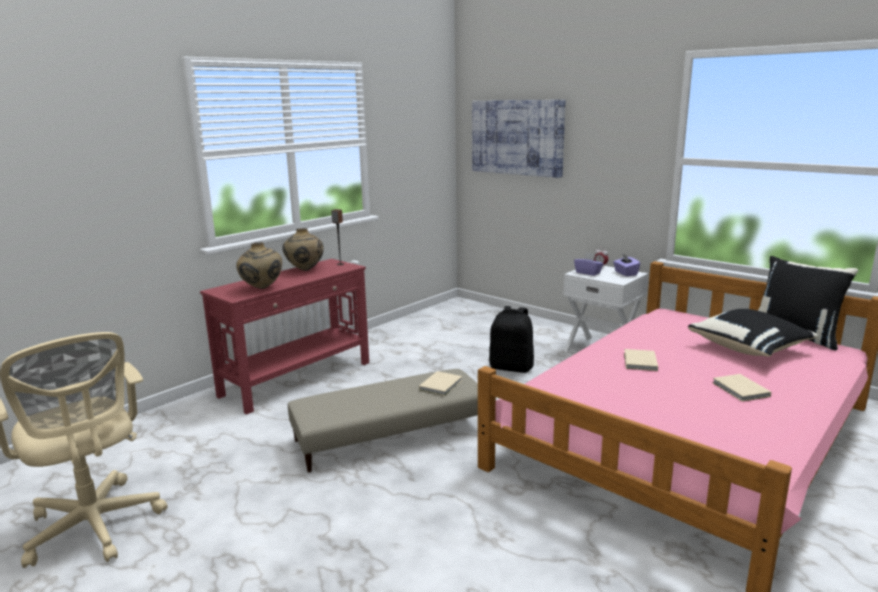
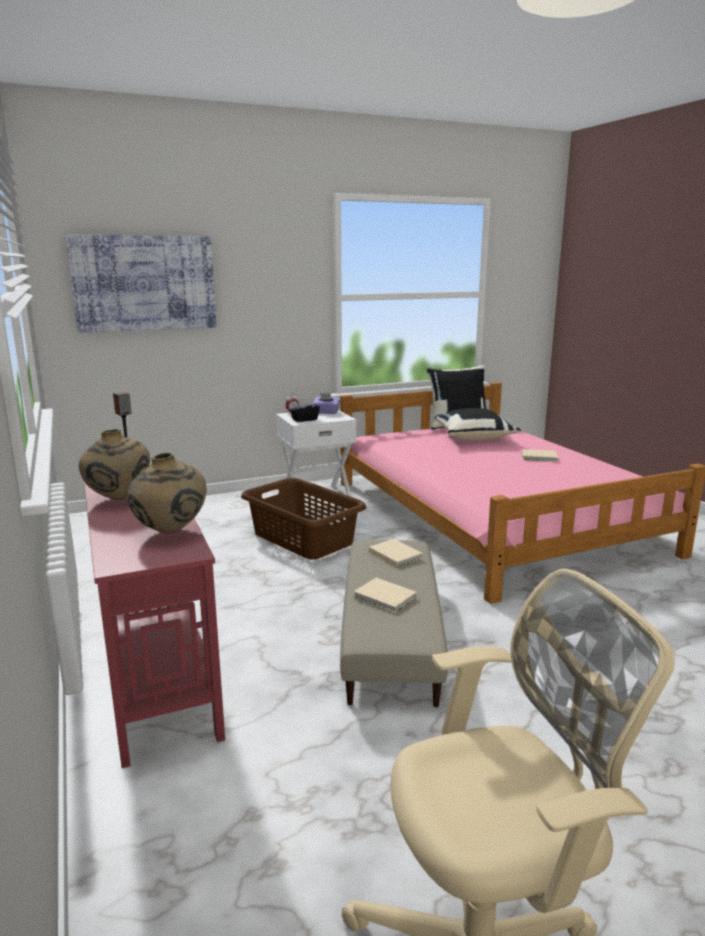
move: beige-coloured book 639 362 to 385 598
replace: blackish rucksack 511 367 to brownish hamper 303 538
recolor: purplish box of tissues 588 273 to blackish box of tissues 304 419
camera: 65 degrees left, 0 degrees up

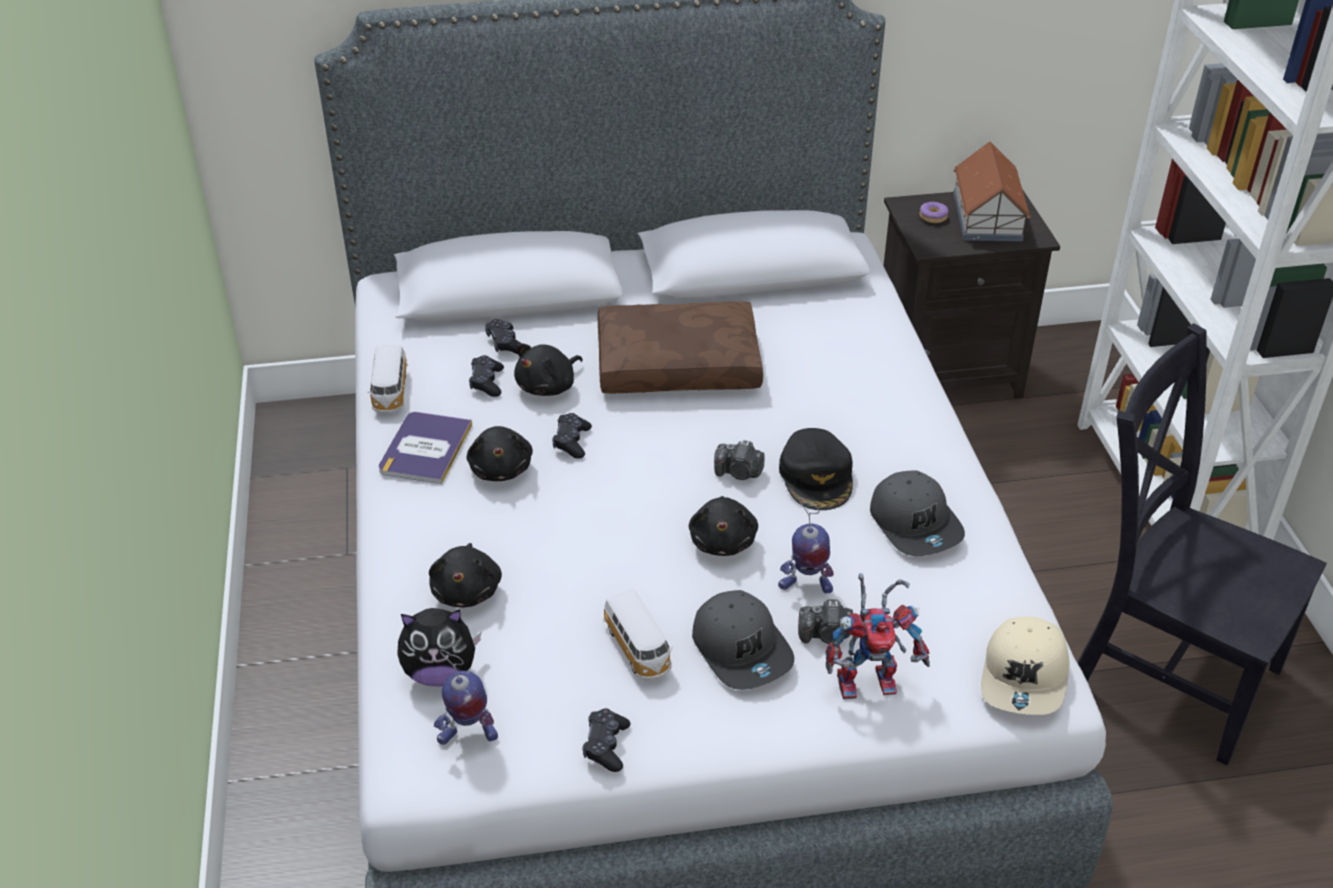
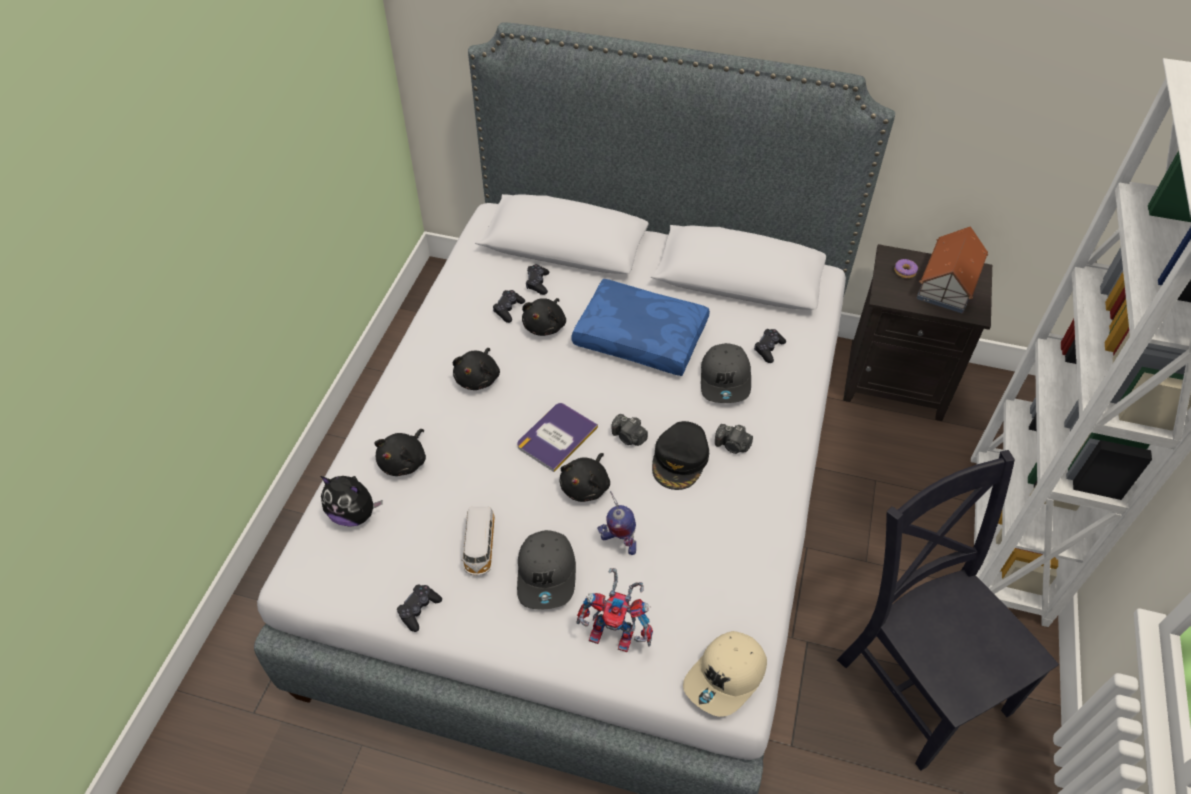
delete: model car 390 392; toy robot 467 736
move: book 425 448 to 556 437; blackish gamepad 572 442 to 768 349; photo camera 826 635 to 732 446; grey cap 916 524 to 726 380
recolor: brownish pillow 679 363 to blue-coloured pillow 642 336
rotate: blackish soft toy 548 386 = 545 326 45 degrees counterclockwise
camera: 25 degrees right, 10 degrees up

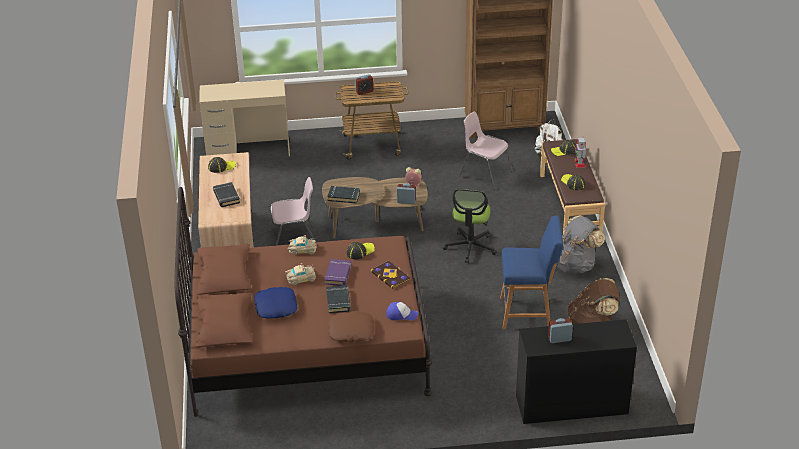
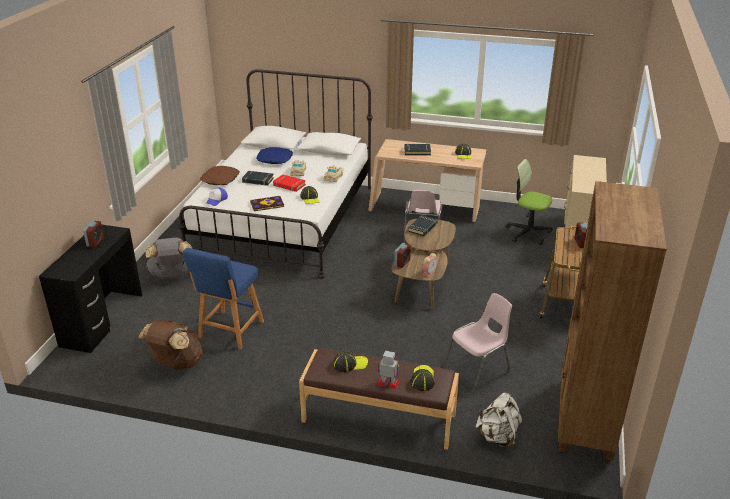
move: computer chair 470 247 to 528 233; grey rucksack 574 265 to 173 276
recolor: brownish bed 307 346 to white-coloured bed 285 220; purplish book 338 275 to red book 289 185
camera: 110 degrees right, 5 degrees down

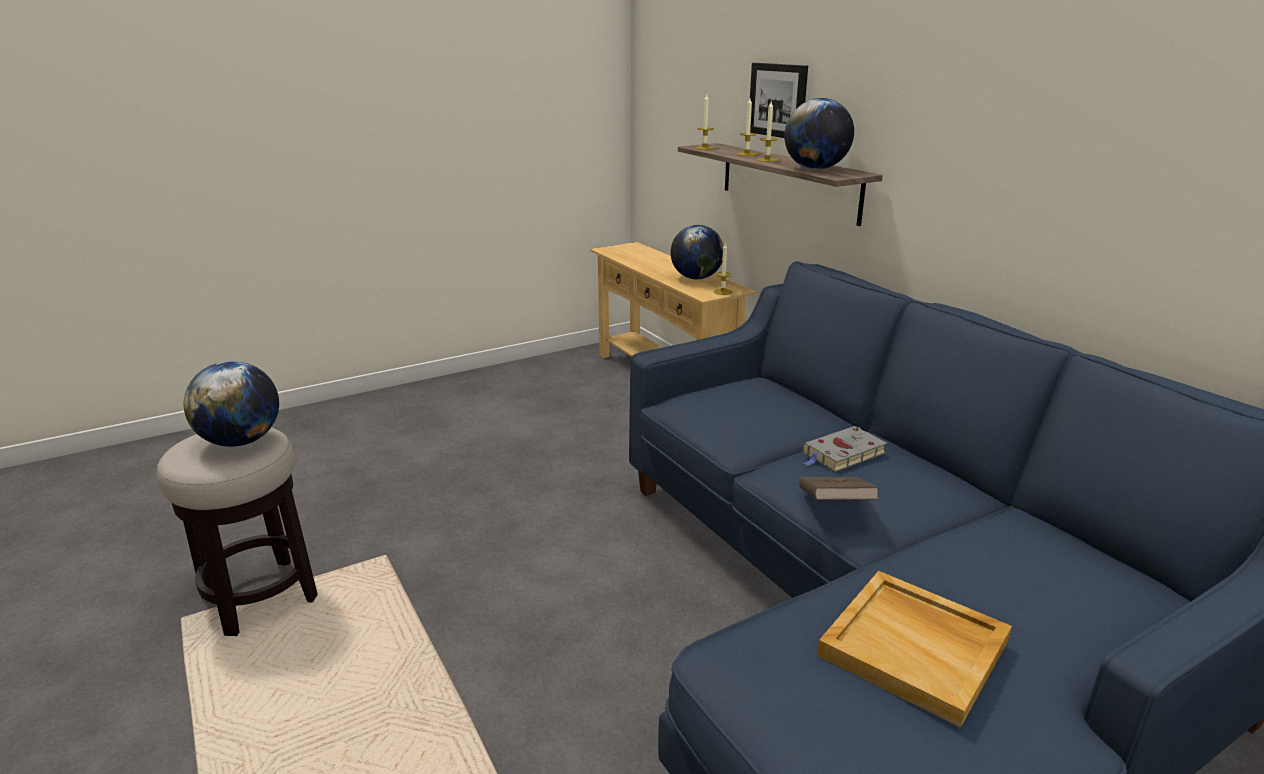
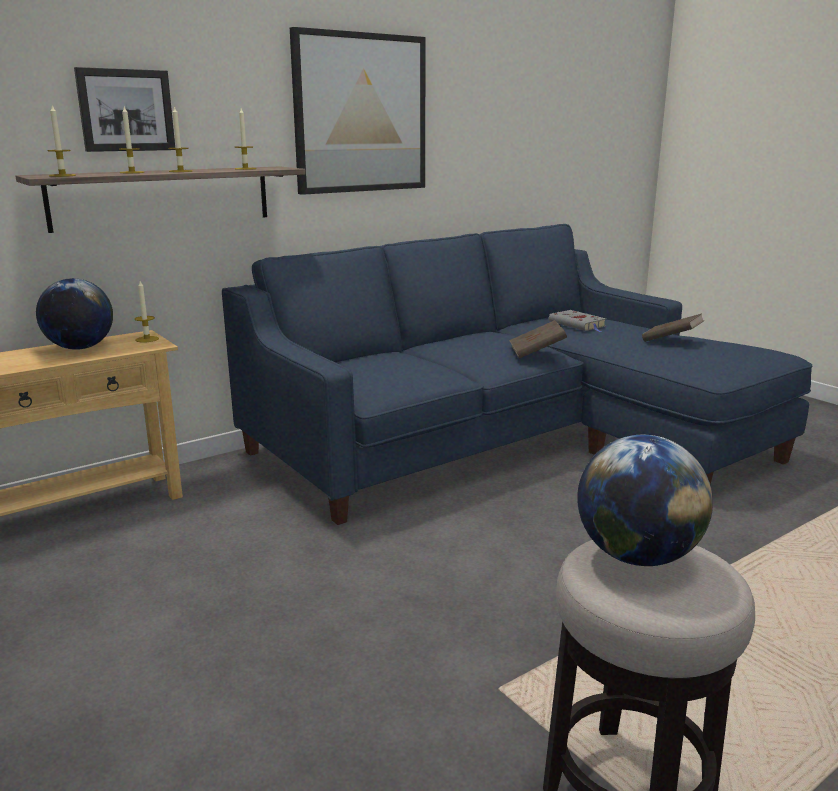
insert: picture 360 114
move: grey book 842 454 to 578 324
replace: desk globe 815 169 to wax candle 245 169; beige-coloured serving tray 915 648 to brownish book 671 341
camera: 95 degrees left, 5 degrees down

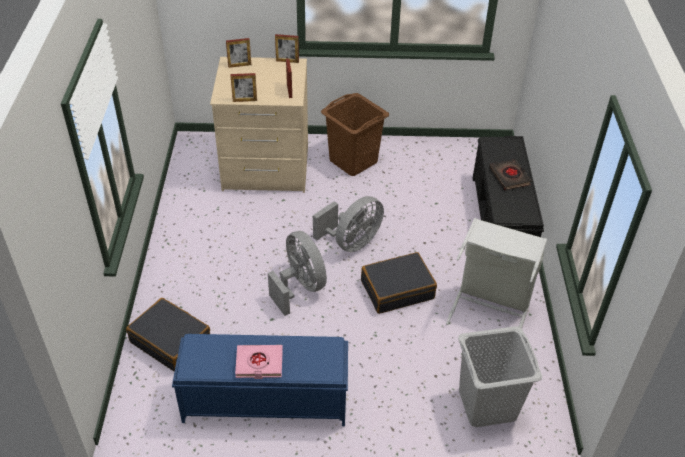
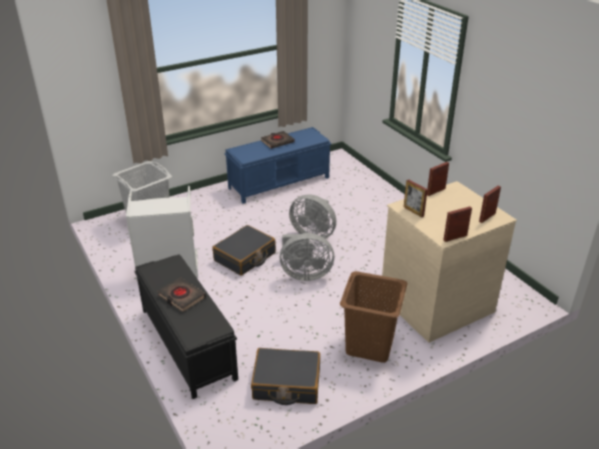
move: blackish travel case 171 341 to 286 384
recolor: pinkish book 259 364 to blackish book 277 142
rotate: grey electric fan 351 242 = 304 274 105 degrees counterclockwise
camera: 150 degrees right, 10 degrees down

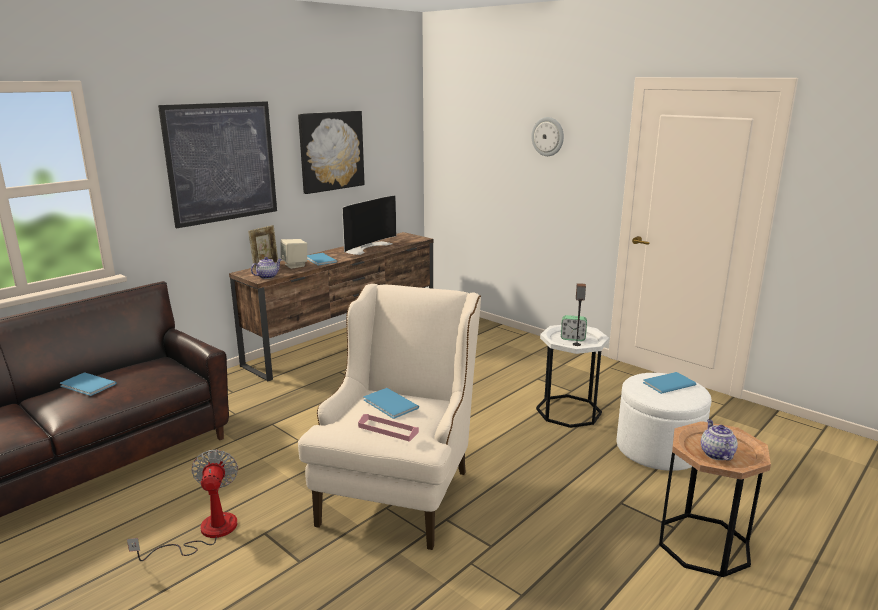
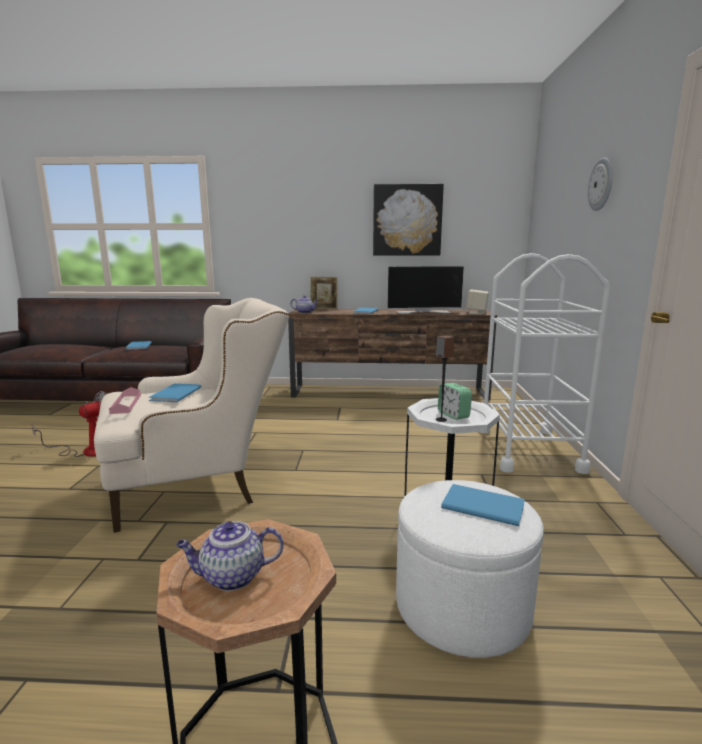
delete: picture 222 162
insert: white-coloured cart 528 449
move: beige-coloured loudspeaker 295 265 to 476 313
rotate: tea pot 716 454 = 231 577 150 degrees counterclockwise
camera: 50 degrees right, 5 degrees down

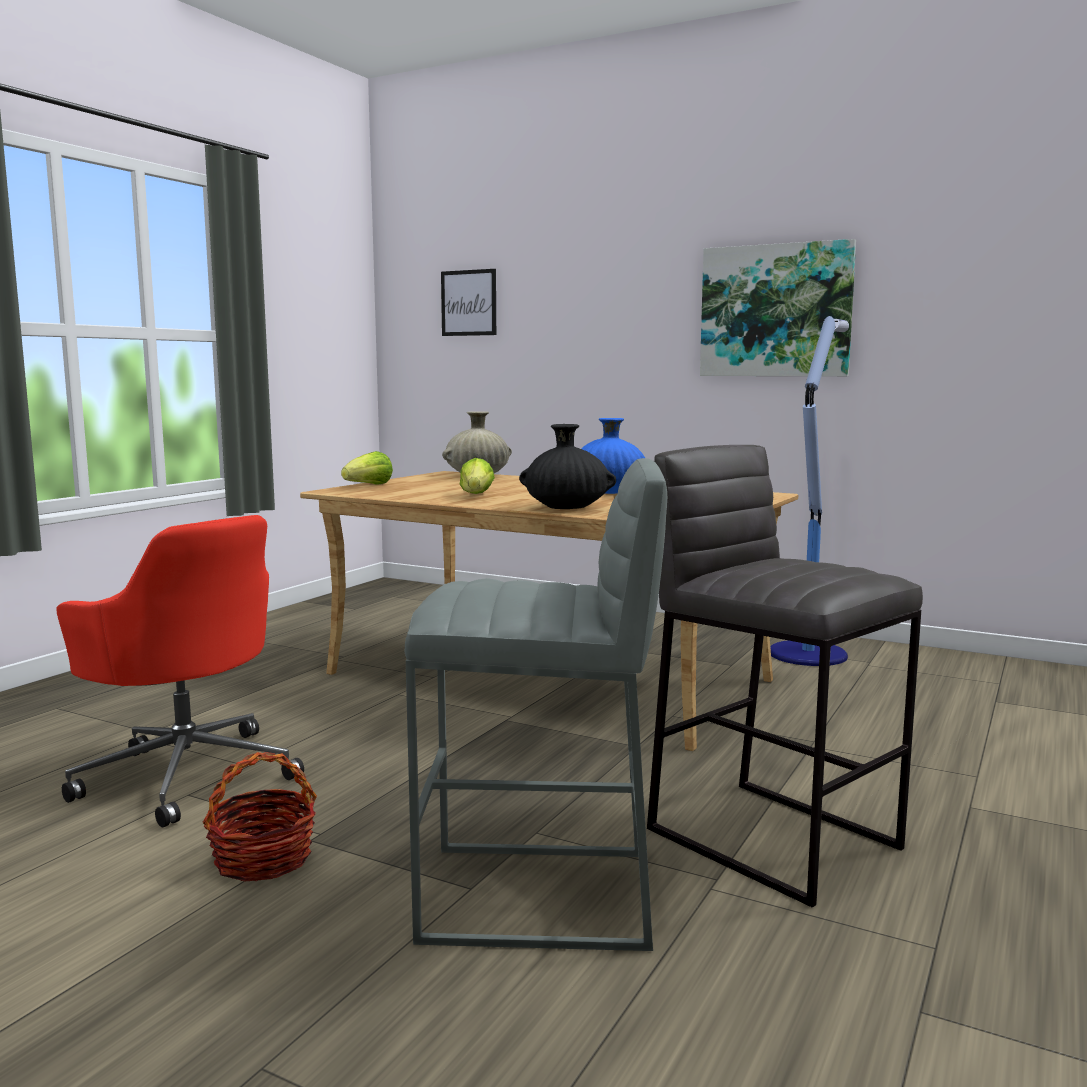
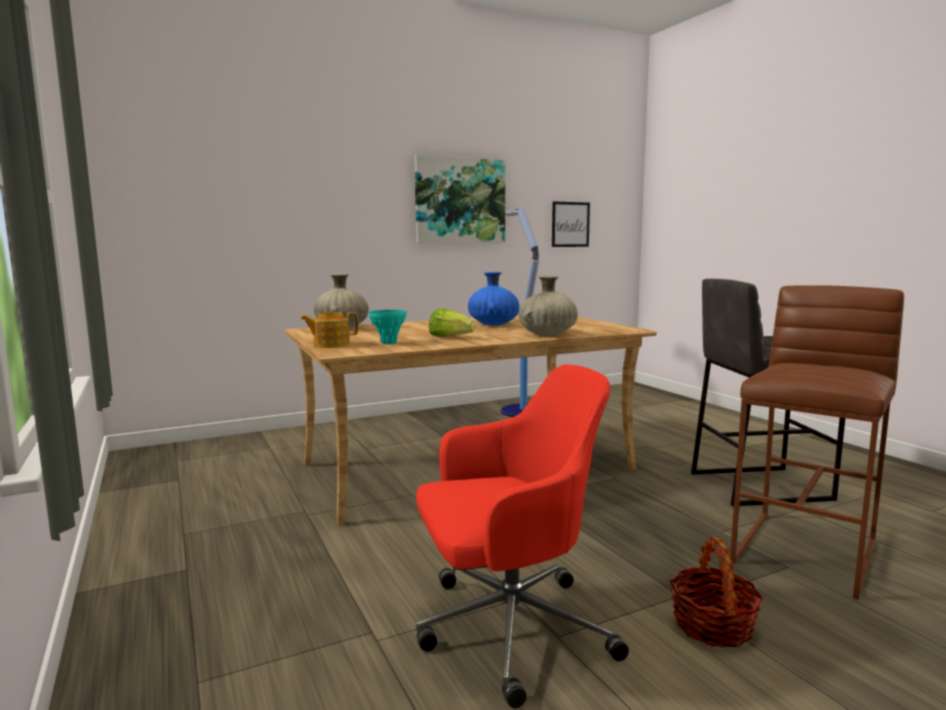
insert: turquoise flower vase 388 343
move: picture 469 303 to 570 224
replace: head of lettuce 369 485 to tea pot 330 345
recolor: grey stool 539 897 to brownish stool 806 552; blackish flower vase 566 508 to beige-coloured flower vase 548 334
camera: 55 degrees left, 0 degrees up

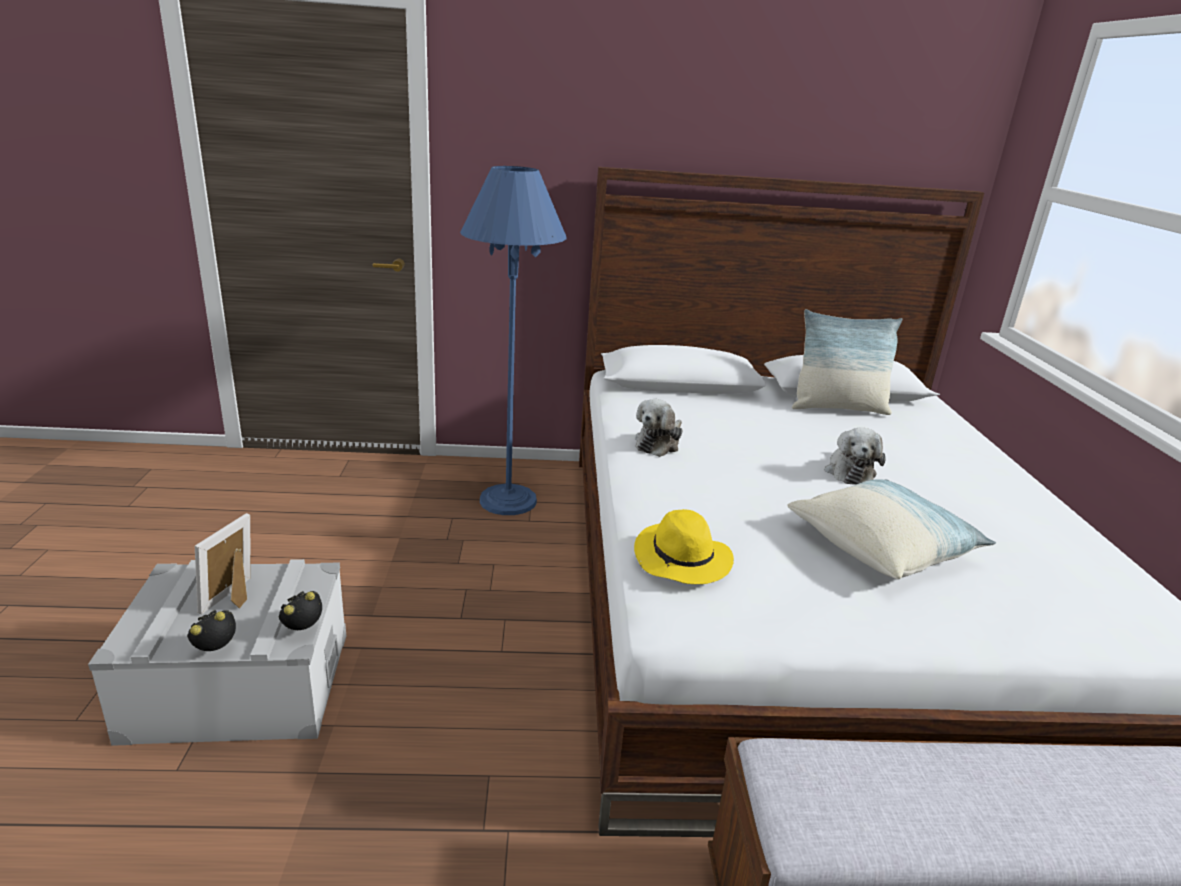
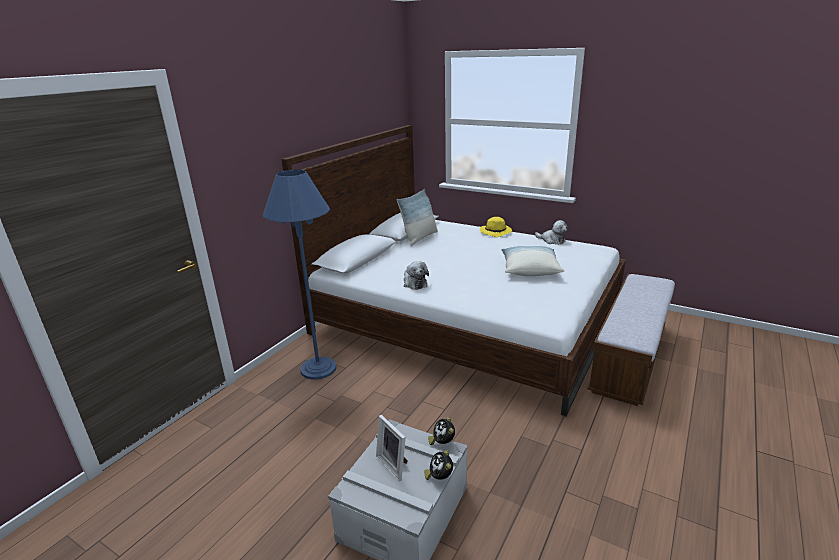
move: yellow-coloured wearable hat 683 560 to 496 232; soft toy 849 471 to 552 240
camera: 55 degrees left, 0 degrees up

